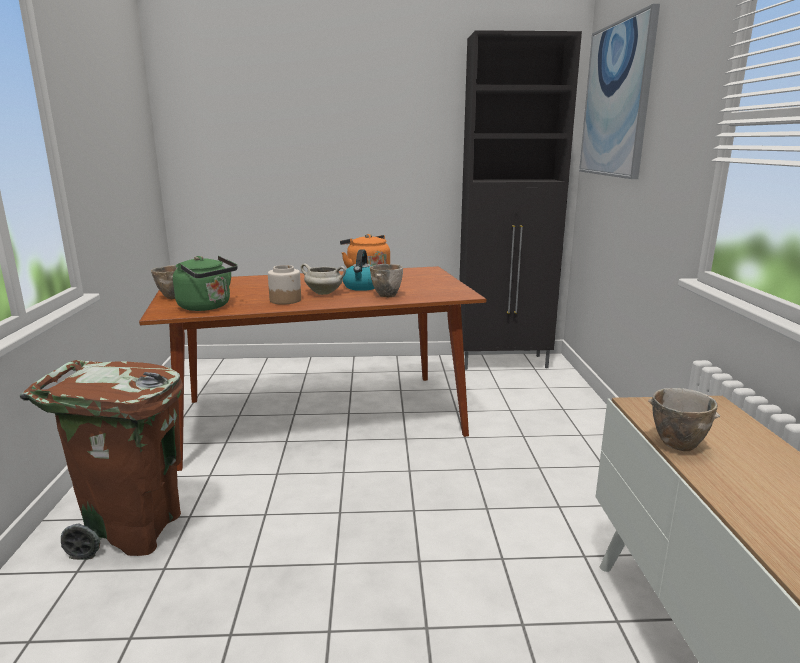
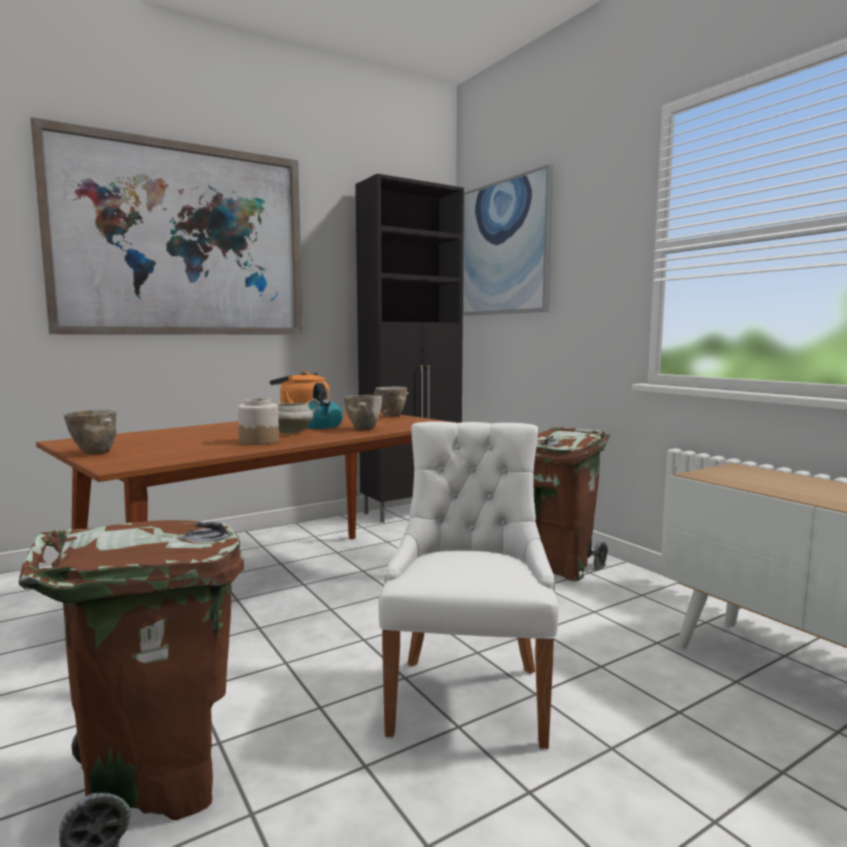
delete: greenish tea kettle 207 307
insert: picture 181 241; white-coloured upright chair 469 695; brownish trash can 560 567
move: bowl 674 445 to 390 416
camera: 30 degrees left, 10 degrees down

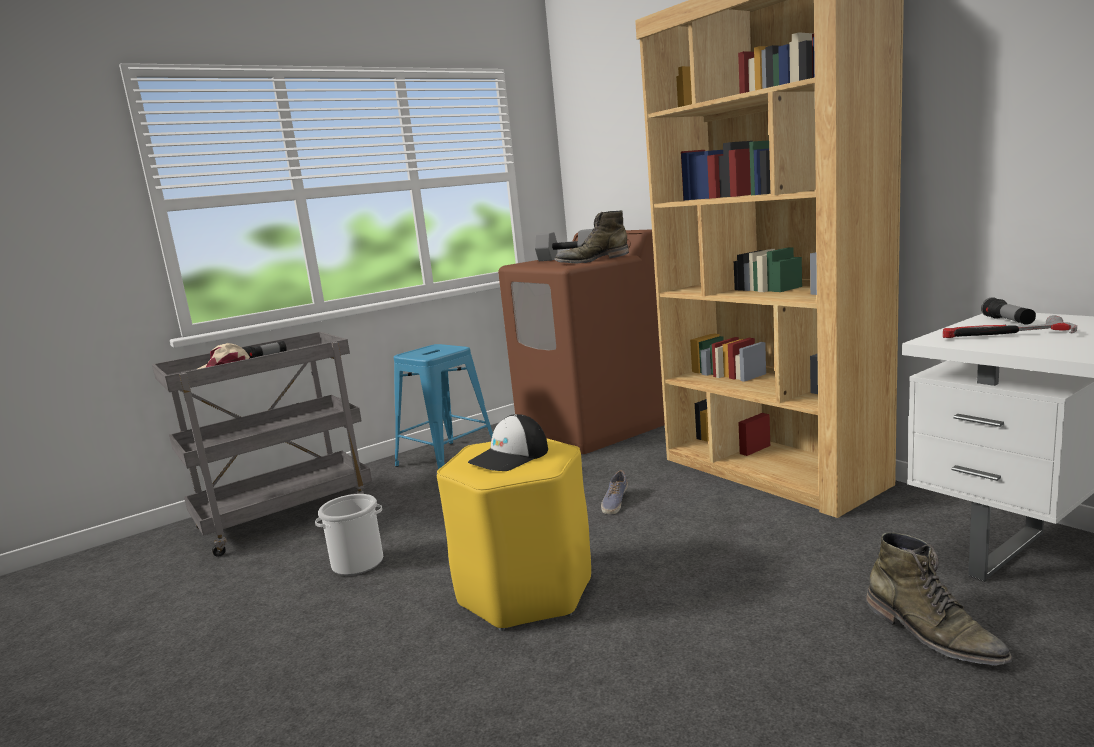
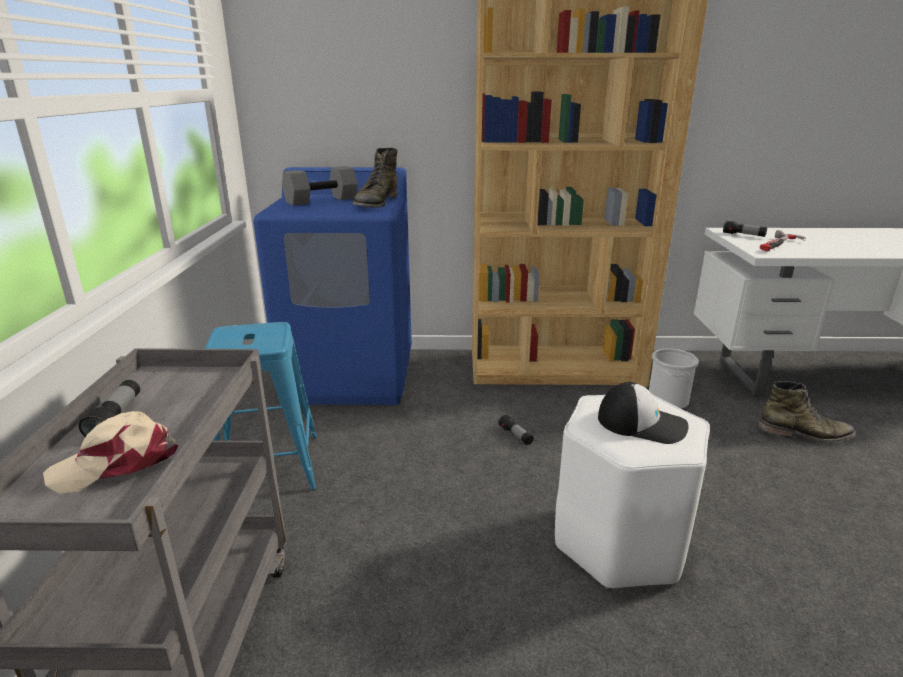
move: bucket 358 563 to 667 400
replace: shoe 614 502 to torch 515 435
recolor: yellow-coloured stool 526 591 to white-coloured stool 619 542; brownish washing machine 592 427 to blue-coloured washing machine 351 376
rotate: cap 510 457 = 642 423 60 degrees counterclockwise
camera: 55 degrees left, 10 degrees up

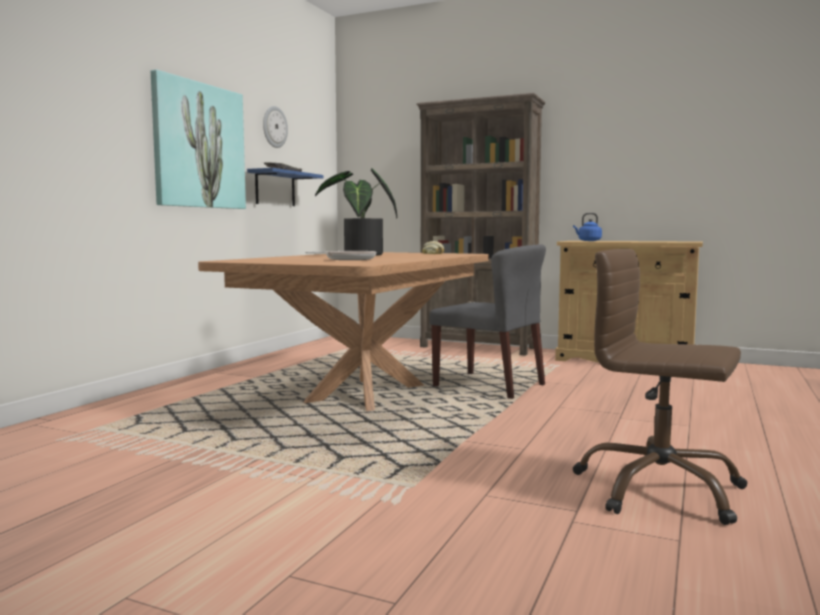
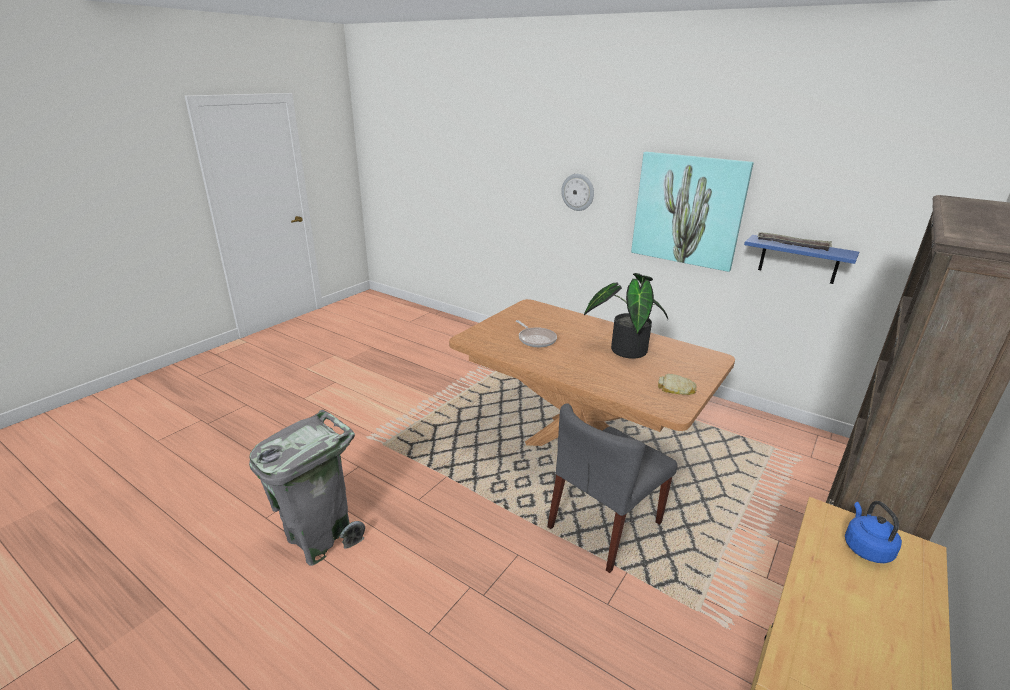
move: clock on the wall 274 127 to 578 192
replace: brownish computer chair 658 489 to grey trash can 320 538
camera: 100 degrees right, 20 degrees up

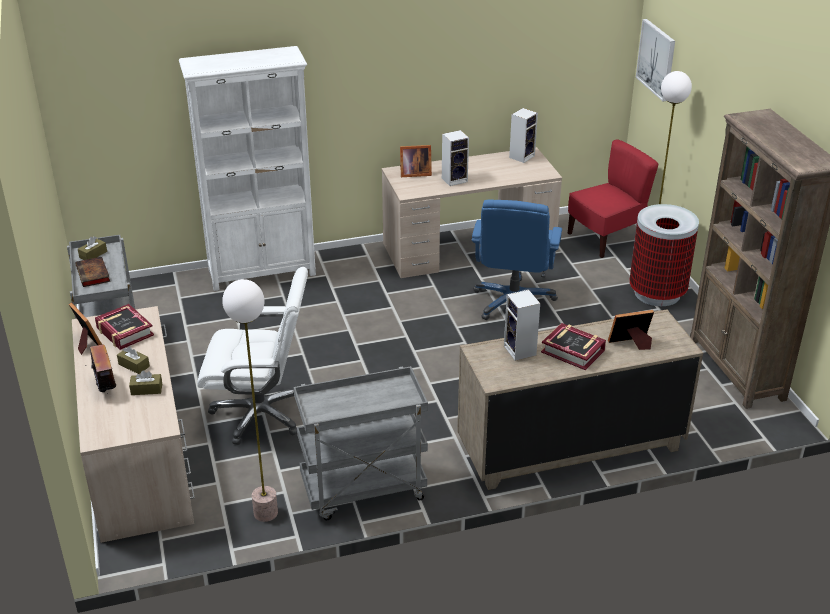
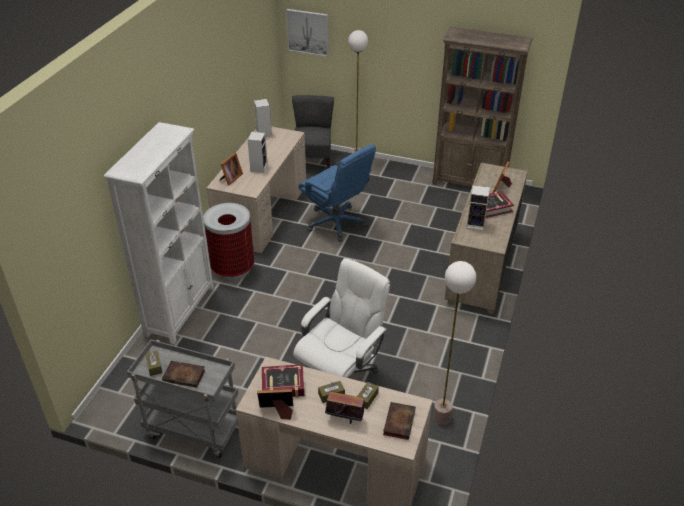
delete: grey cart 363 491
insert: book 399 421
move: trash can 657 293 to 232 268
recolor: red upright chair 605 238 to grey upright chair 312 161
camera: 55 degrees left, 5 degrees up

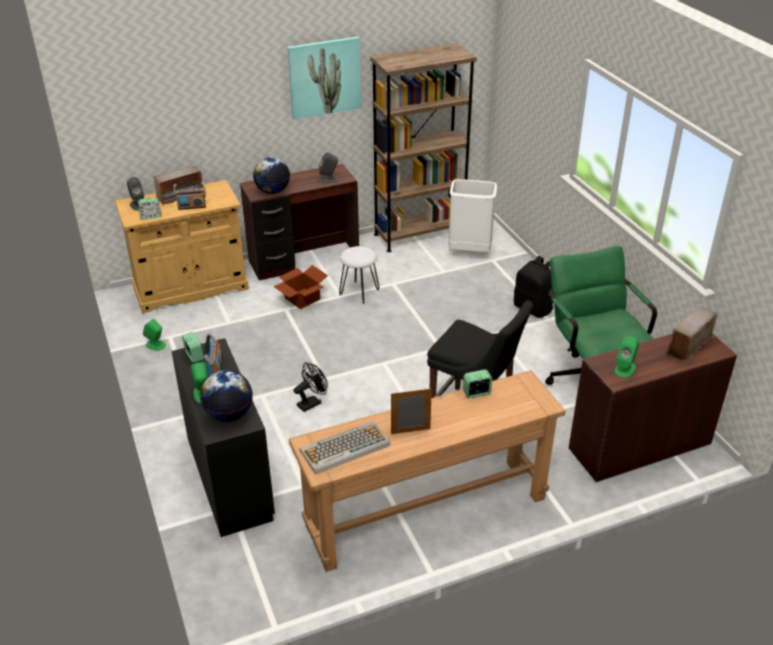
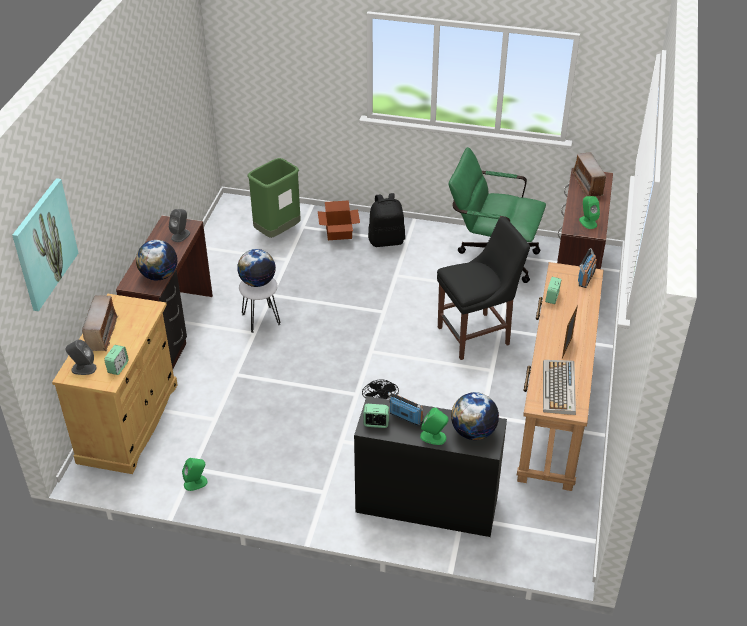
delete: brownish shelving unit 419 234
insert: desk globe 257 282
move: radio receiver 192 206 to 586 278; cardboard box 301 298 to 338 233; picture 324 77 to 44 244
recolor: white-coloured trash can 469 252 to greenish trash can 277 232
camera: 55 degrees left, 5 degrees up

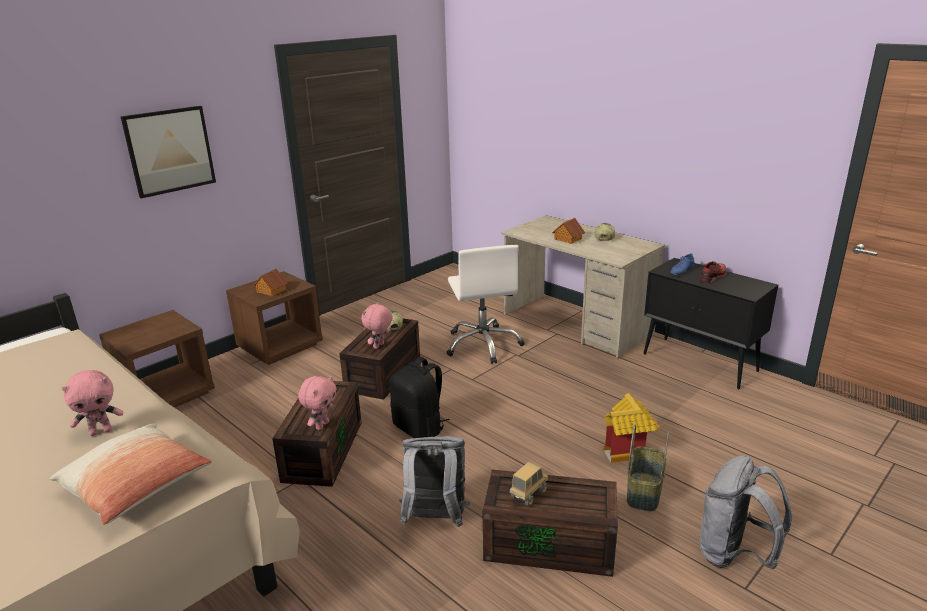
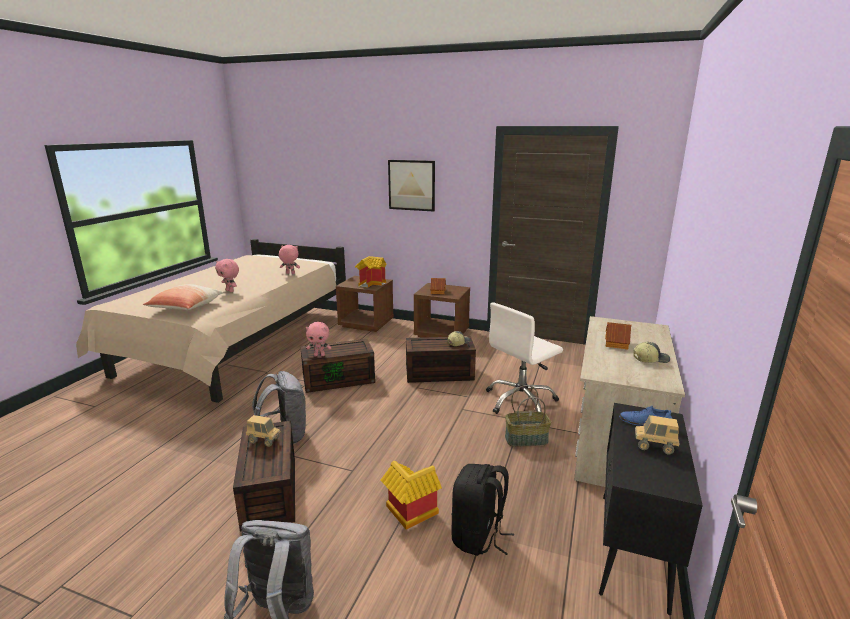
insert: miniature house 372 283
move: pinkish soft toy 379 346 to 290 273; blackish rucksack 420 428 to 478 537; storage basket 643 491 to 526 439
replace: red shoe 713 277 to toy truck 654 446
camera: 65 degrees right, 5 degrees down

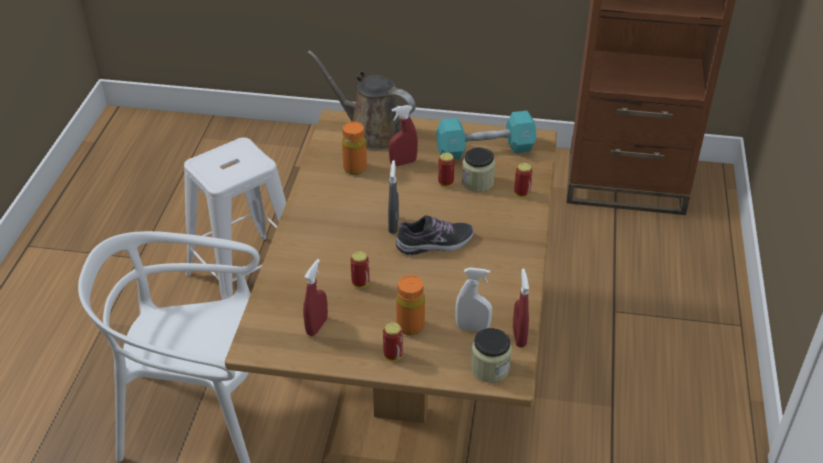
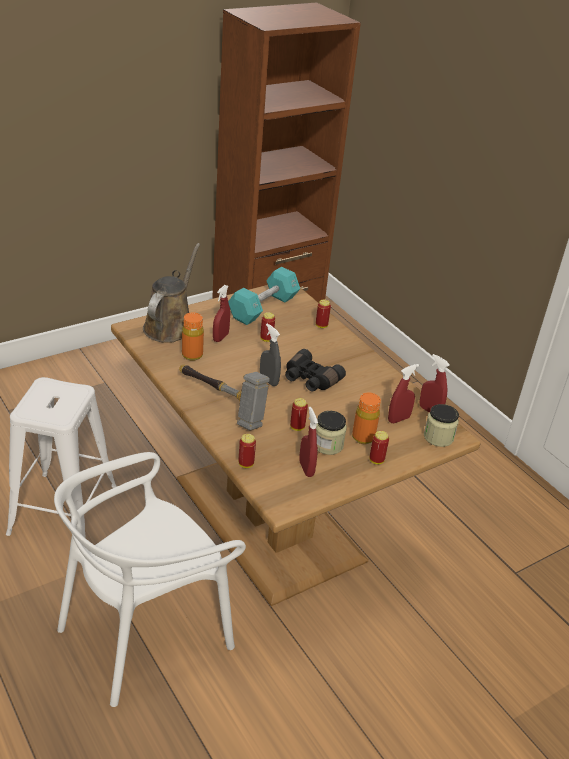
insert: hammer 222 405; sealed can 246 464
move: storage jar 477 182 to 328 445
replace: shoe 435 243 to blackish binoculars 310 380
recolor: white-coloured sprayer 472 328 to red sprayer 398 419
rotate: brownish watering pot 371 132 = 170 326 120 degrees clockwise
camera: 45 degrees left, 5 degrees down

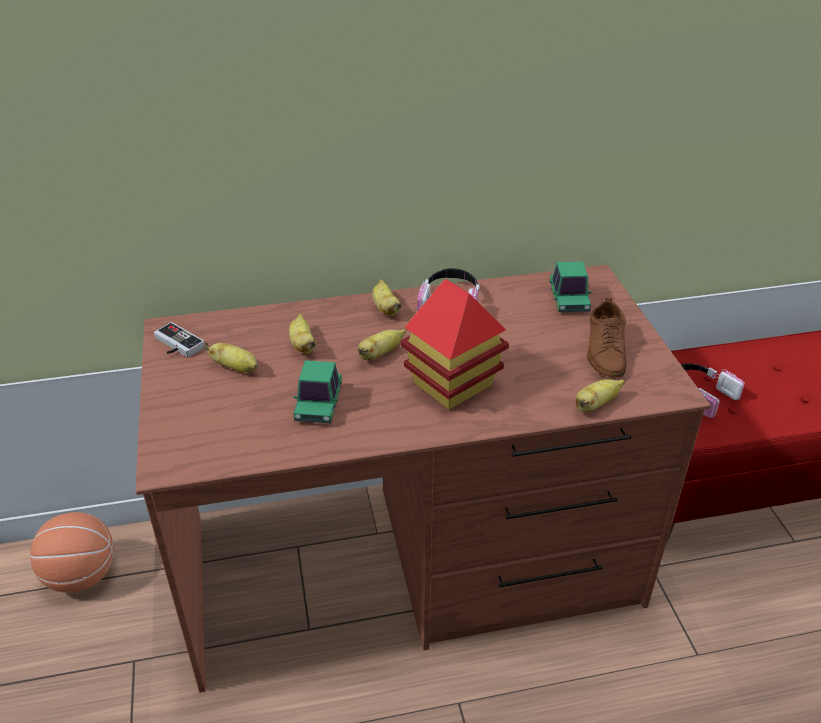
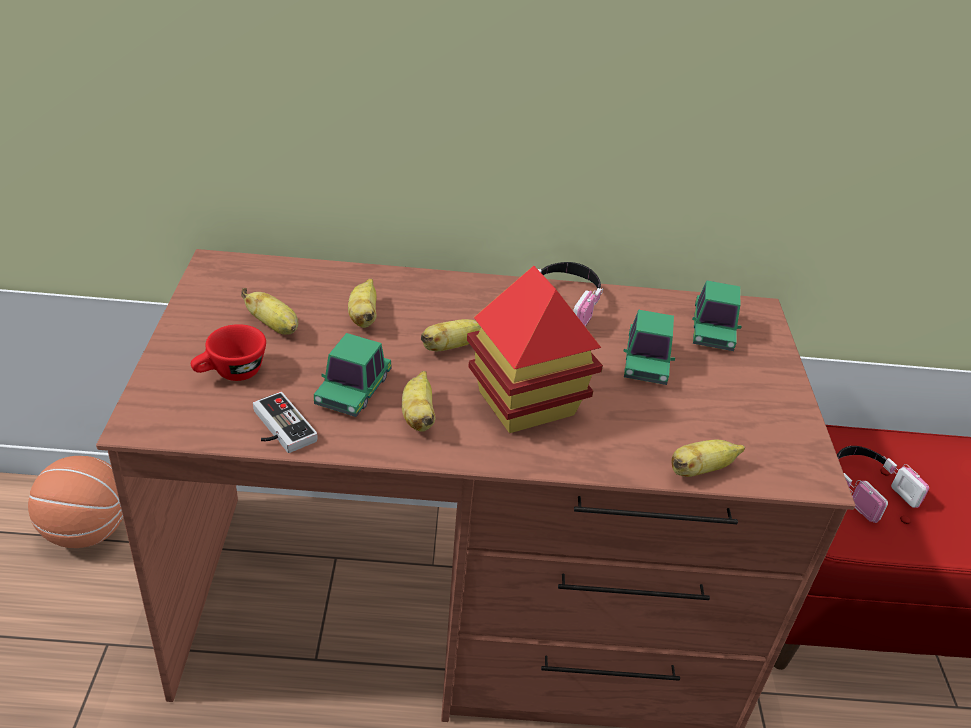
delete: brownish shoe 605 350
insert: red small cup 231 373; model car 646 362
move: gamepad 175 345 to 278 429; banana 385 308 to 418 416
camera: 10 degrees right, 0 degrees up

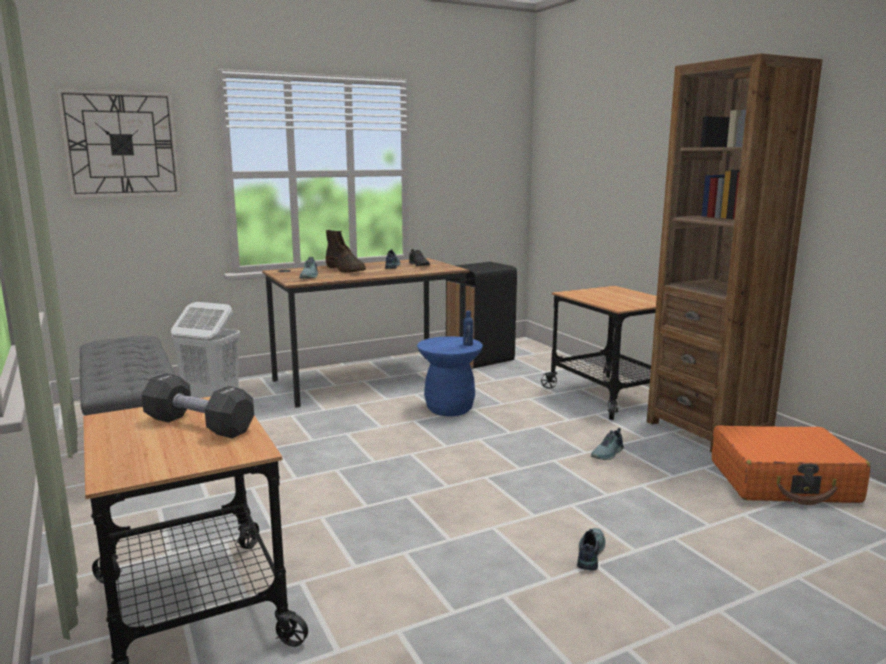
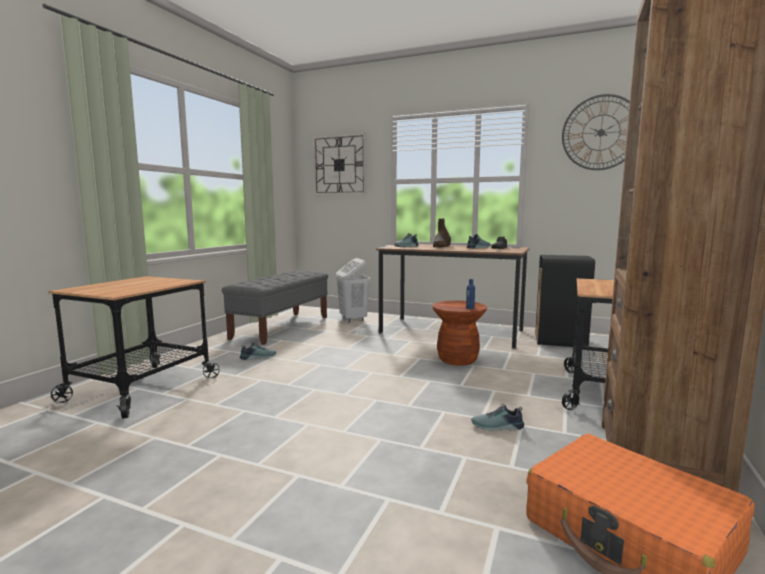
delete: blackish free weight 199 425
insert: clock on the wall 601 132
move: shoe 589 553 to 258 357
recolor: blue-coloured stool 449 409 to brownish stool 457 360
camera: 50 degrees right, 5 degrees down

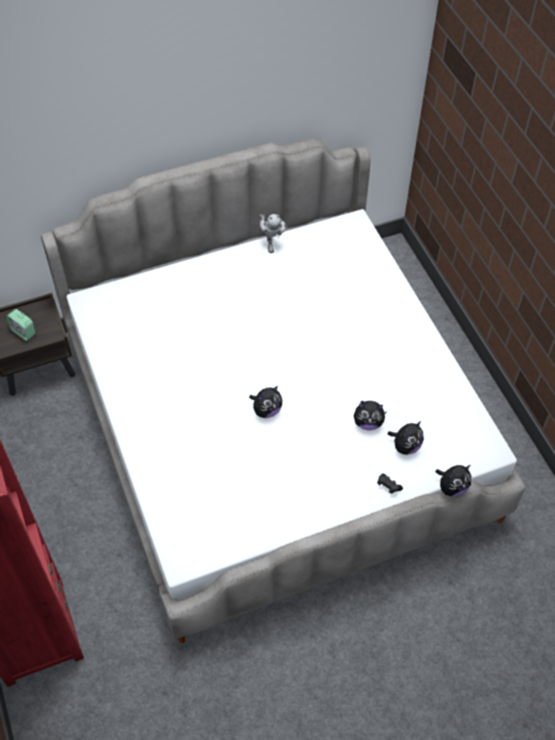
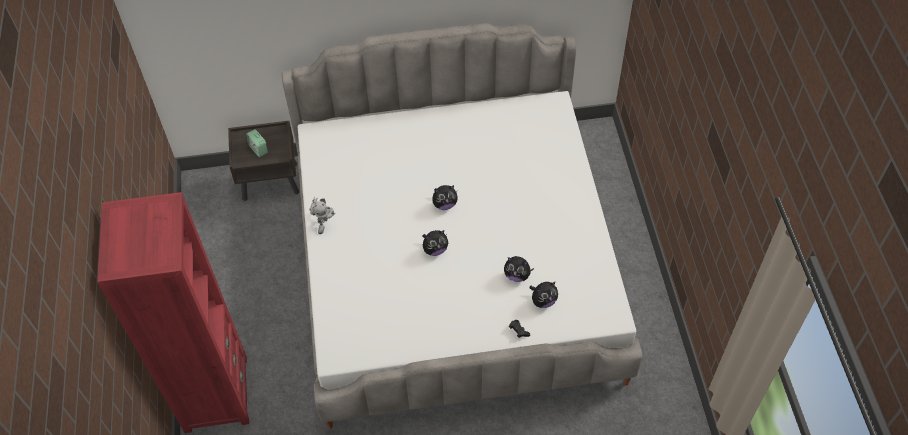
move: toy robot 271 242 to 324 223; soft toy 452 487 to 444 204
camera: 15 degrees right, 0 degrees up

